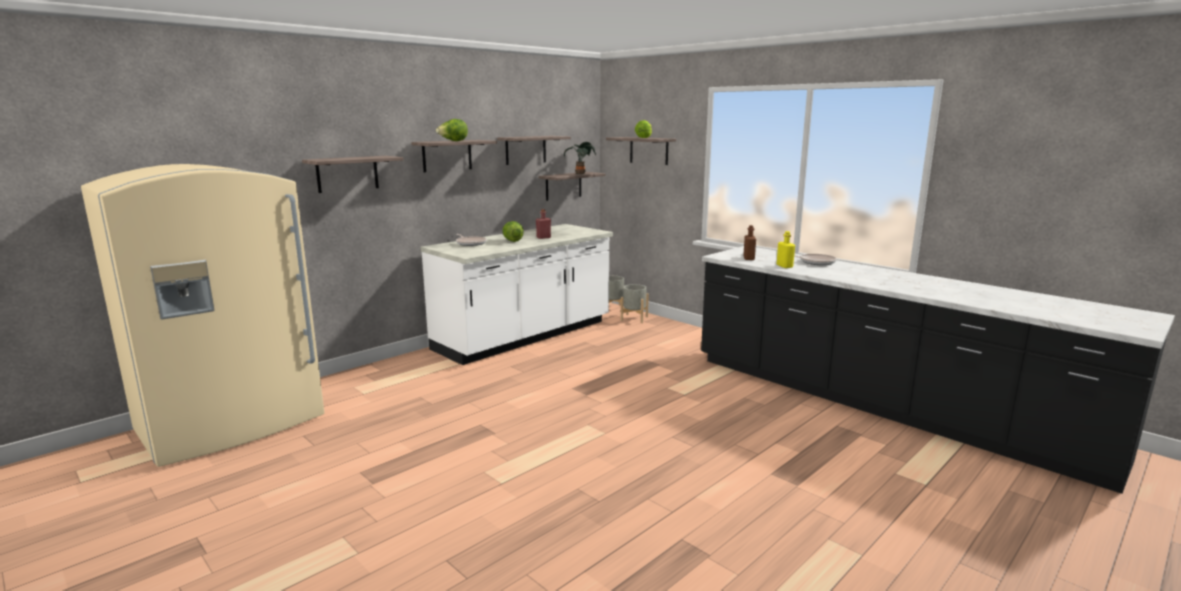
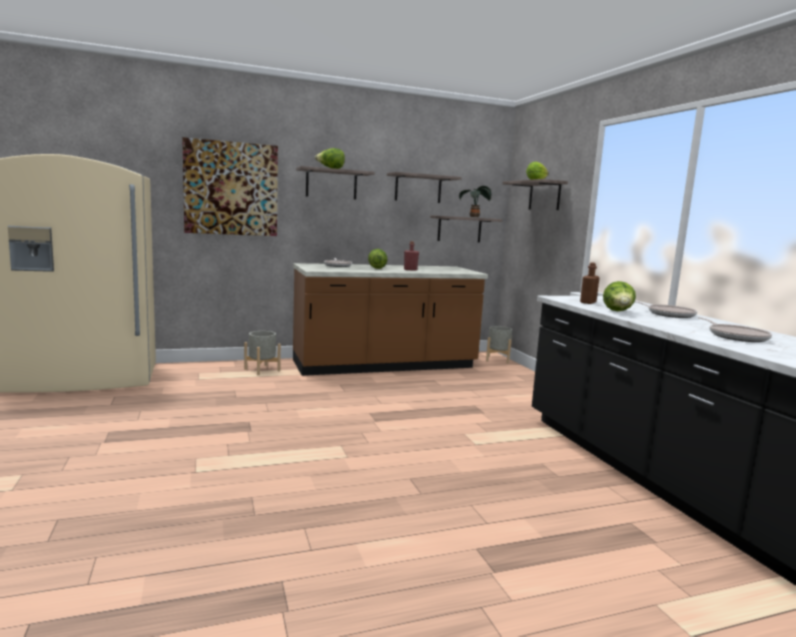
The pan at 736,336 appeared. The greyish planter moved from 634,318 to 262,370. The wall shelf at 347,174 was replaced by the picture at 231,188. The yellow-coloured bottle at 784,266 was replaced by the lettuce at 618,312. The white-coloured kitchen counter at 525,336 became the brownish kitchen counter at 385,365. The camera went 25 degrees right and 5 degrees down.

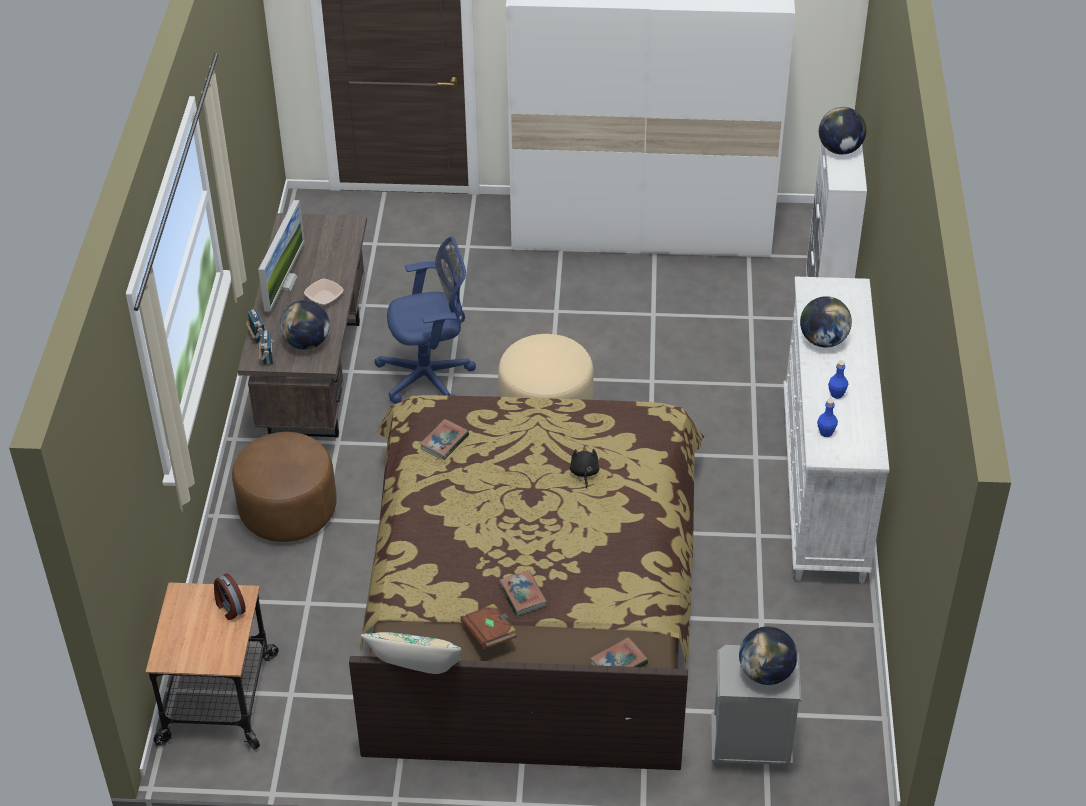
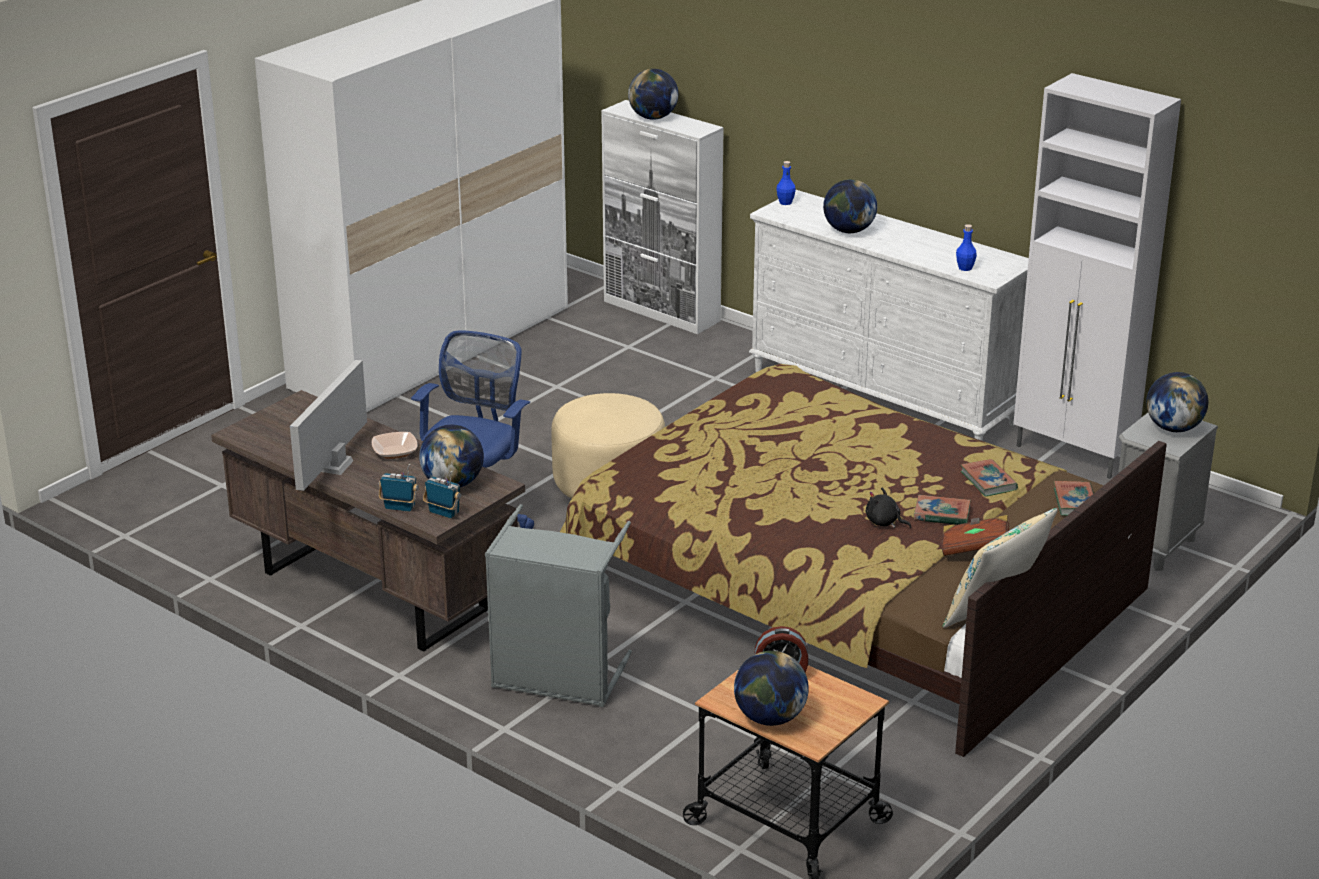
The desk globe at 770,718 appeared. The white-coloured cupboard at 1074,454 appeared. The bound book moved from 444,442 to 988,481. The blackish soft toy moved from 584,473 to 884,522. The bluish bottle moved from 836,394 to 785,202. The brownish ottoman at 288,510 was replaced by the greyish washing basket at 557,679. The computer screen at 284,282 turned 120 degrees counterclockwise. The camera went 55 degrees left and 15 degrees down.

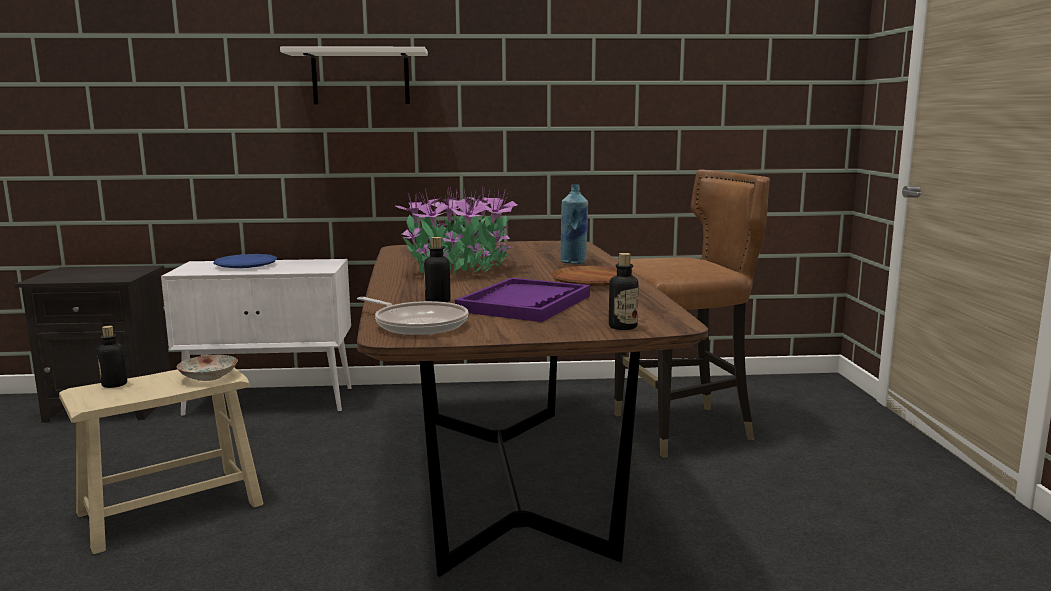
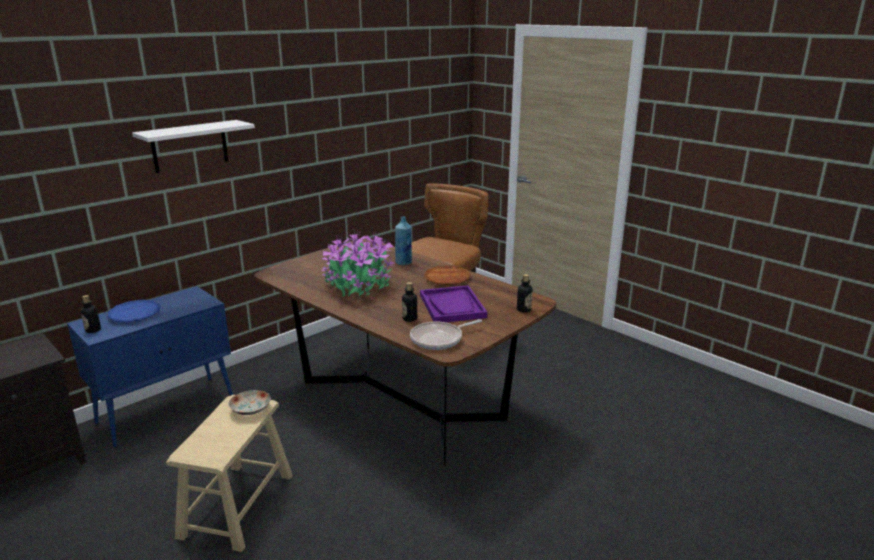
The bottle moved from 114,384 to 93,330. The white-coloured cupboard at 272,402 became the bluish cupboard at 167,409. The pan at 417,324 turned 150 degrees clockwise. The camera went 40 degrees left and 10 degrees up.

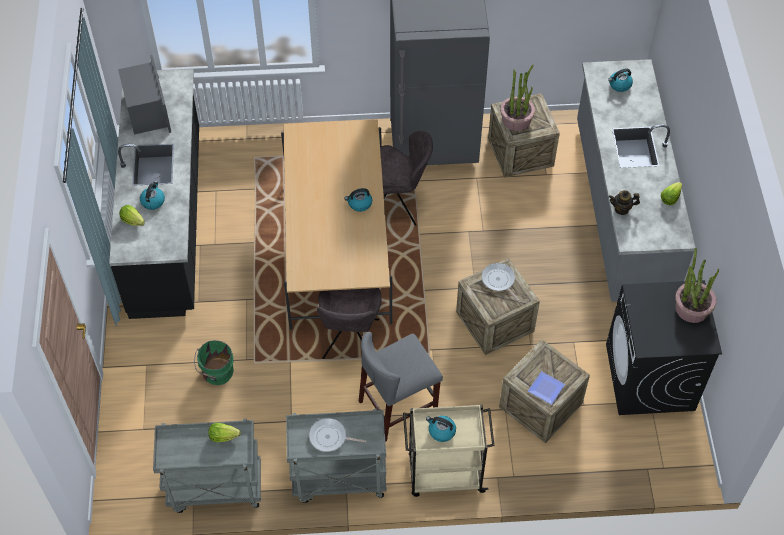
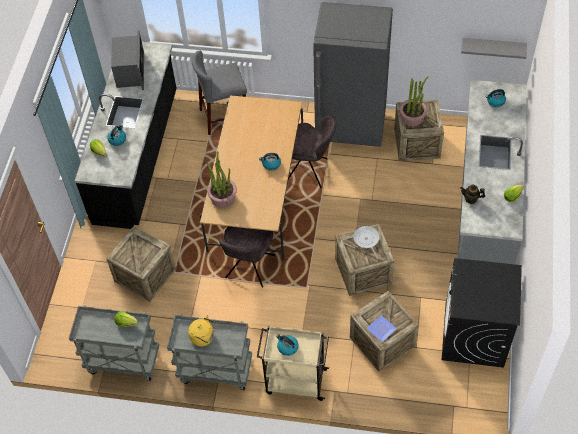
The greyish wall shelf at 493,47 appeared. The greyish sitting stool moved from 398,408 to 224,117. The plant in a pot moved from 692,308 to 223,197. The greenish pail at 217,372 was replaced by the shipping crate at 145,275. The pan at 330,437 was replaced by the yellow-coloured kettle at 204,337. The camera went 15 degrees right and 0 degrees up.

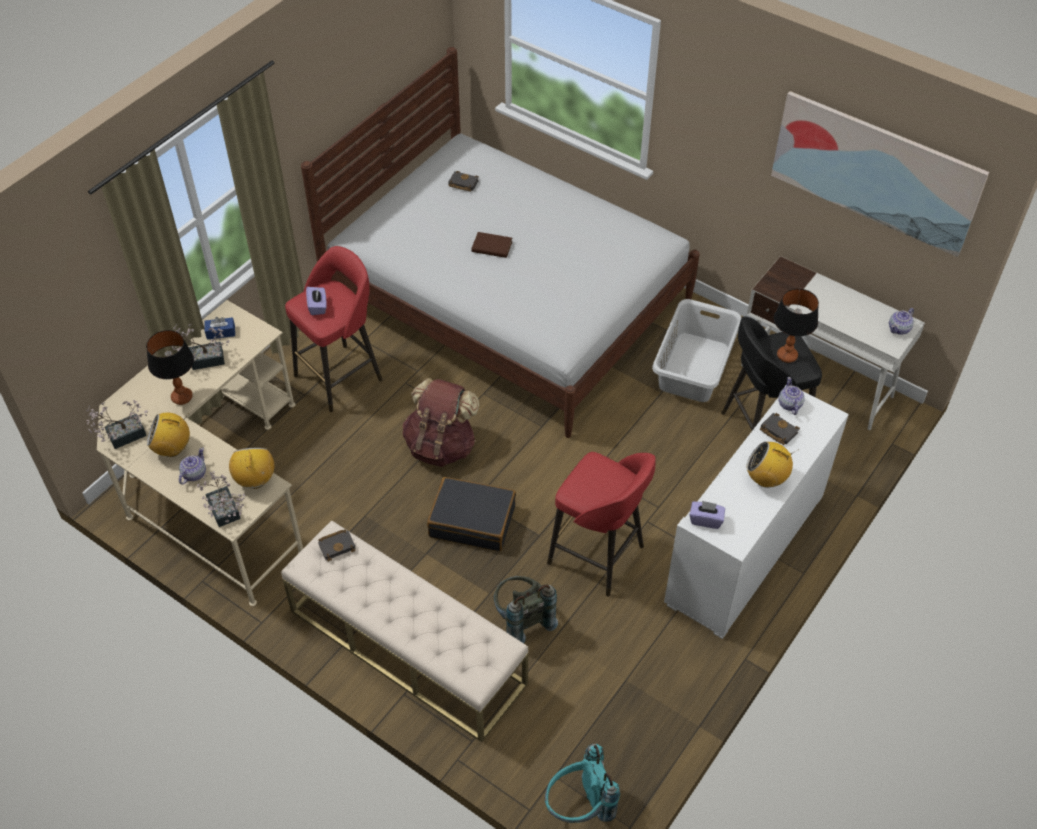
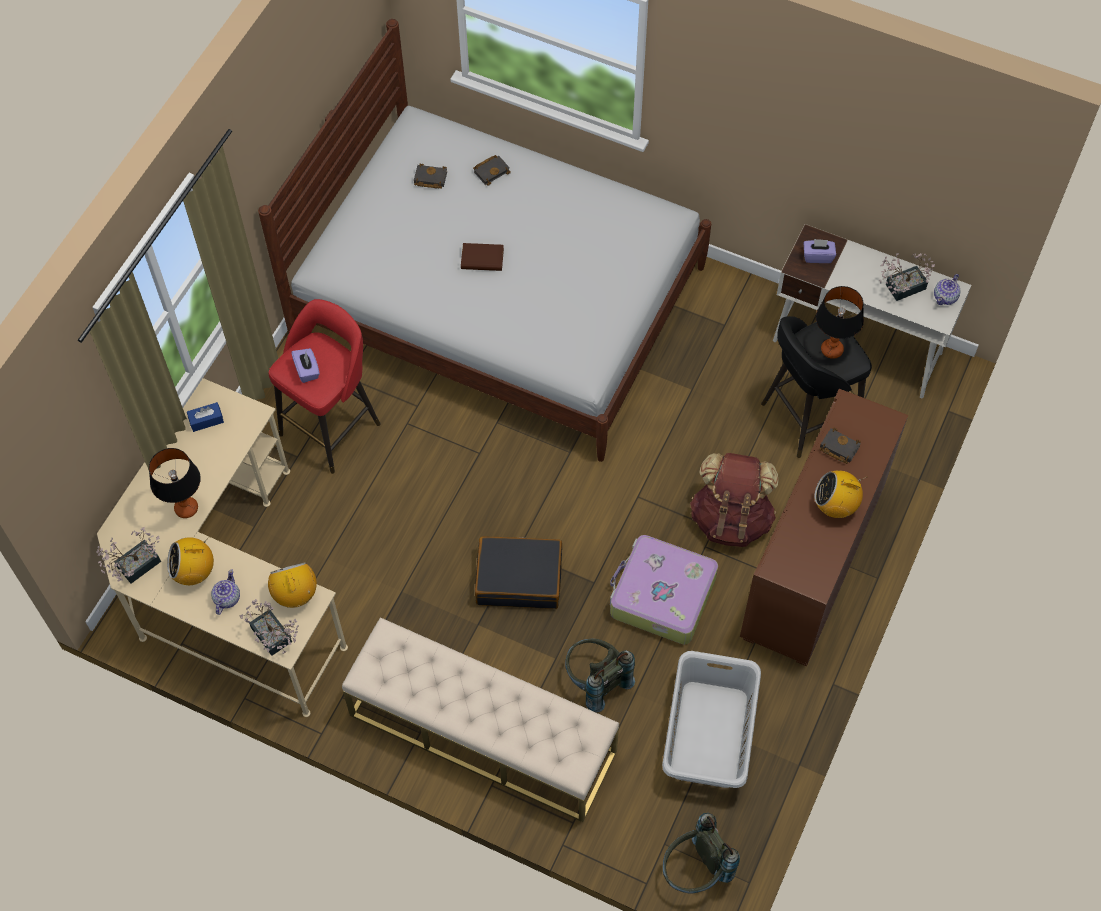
The picture at 874,172 disappeared. The teapot at 789,404 disappeared. The plant in a pot moved from 203,360 to 901,288. The blackish bound book moved from 337,545 to 492,171. The brownish knapsack moved from 441,445 to 731,519. The greyish washing basket moved from 693,367 to 708,734. The purple tissue box moved from 705,520 to 817,256. The red-coloured sitting stool at 598,556 was replaced by the travel case at 661,596. The turquoise knapsack at 579,807 became the greyish knapsack at 695,871. The white-coloured cupboard at 745,549 became the brownish cupboard at 813,560. The camera went 10 degrees left and 10 degrees up.

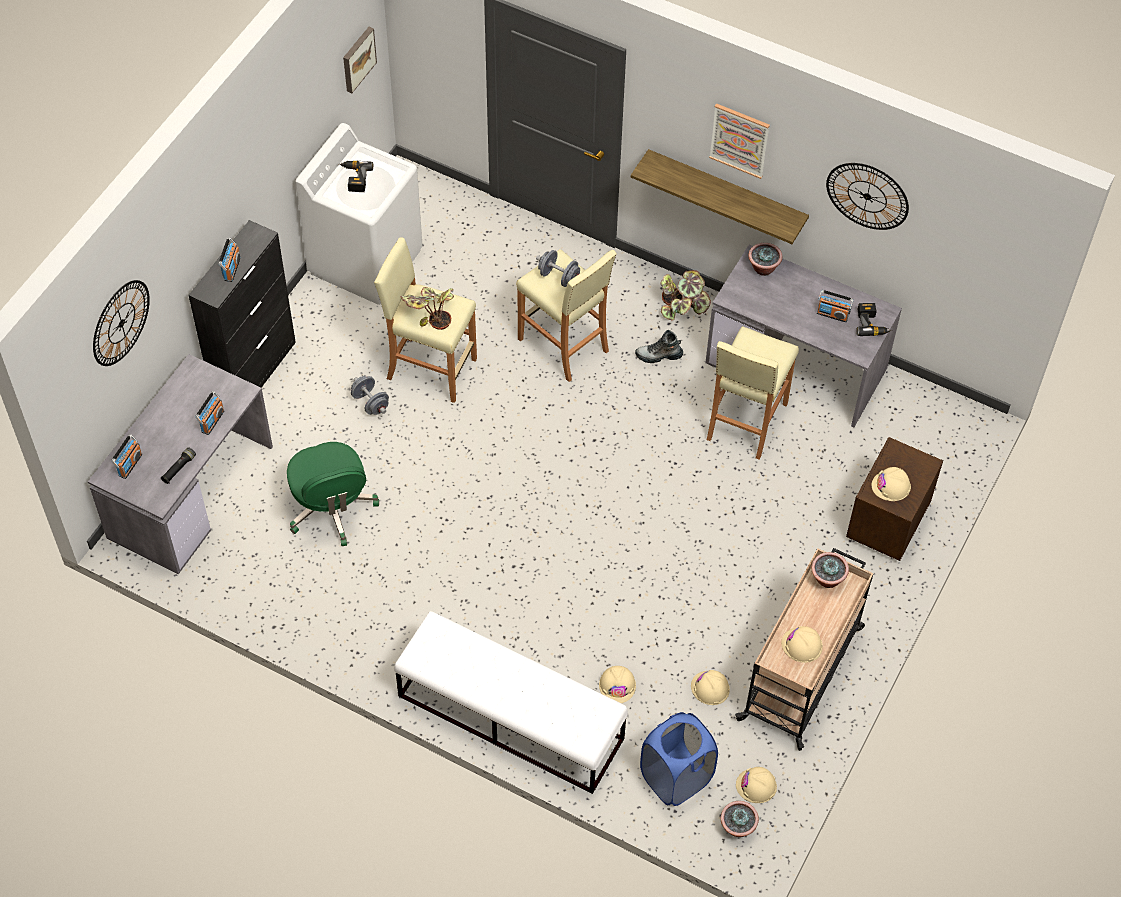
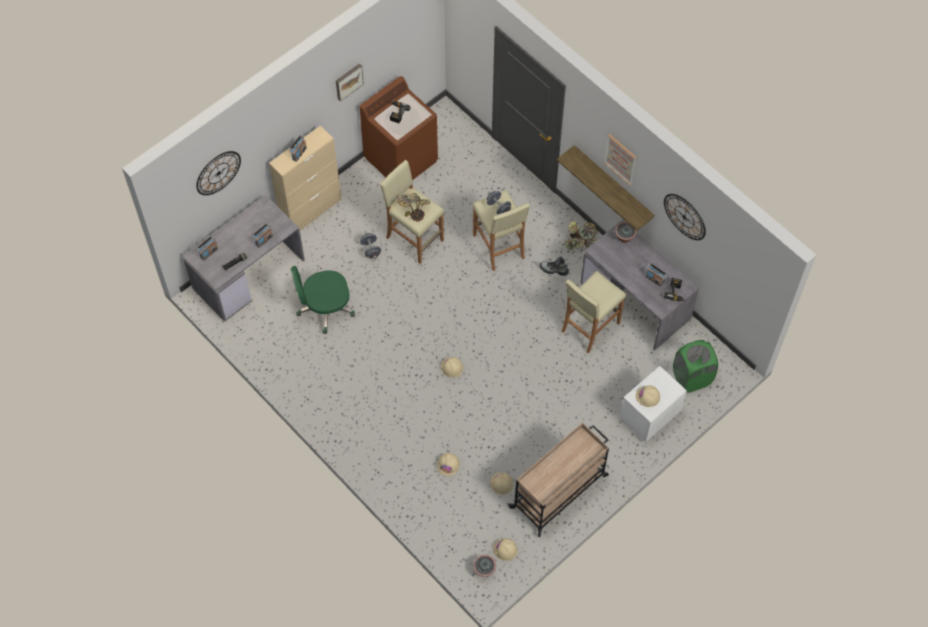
The white-coloured bench at 510,717 disappeared. The bluish washing basket at 676,778 disappeared. The plant in a pot at 827,579 disappeared. The greenish washing basket at 692,377 appeared. The picture moved from 357,59 to 348,81. The beige-coloured work helmet moved from 801,645 to 452,367. The blackish cupboard at 255,372 became the beige-coloured cupboard at 311,211. The white-coloured laundry machine at 366,261 became the brownish laundry machine at 401,159. The brownish nightstand at 885,523 became the white-coloured nightstand at 648,416. The greenish office chair at 331,508 turned 75 degrees clockwise. The camera went 20 degrees right and 5 degrees up.

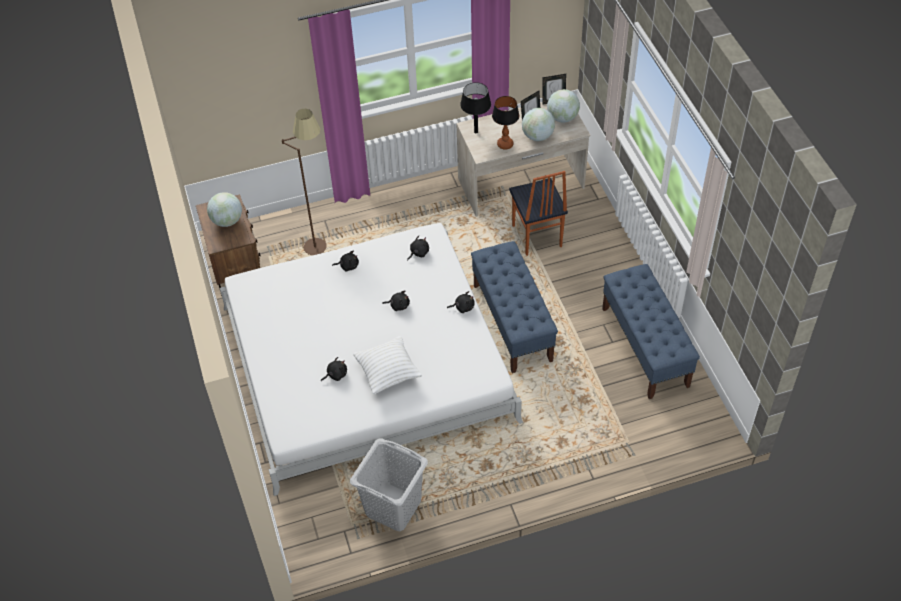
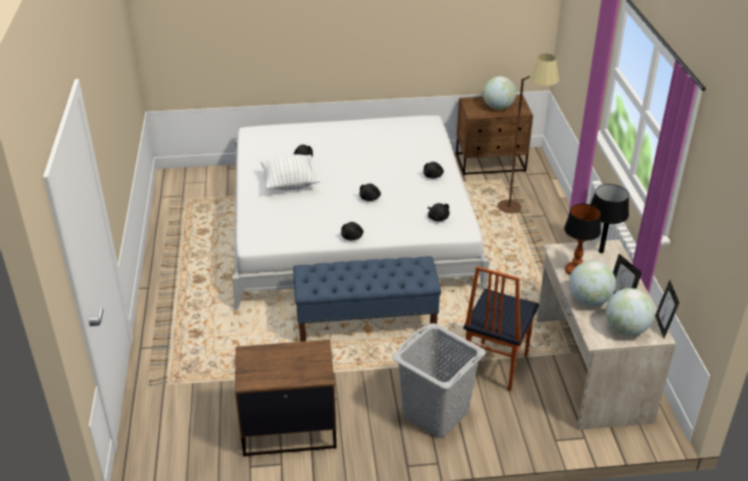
The greyish washing basket moved from 393,507 to 435,413. The bluish bench at 645,347 was replaced by the brownish nightstand at 288,429. The plain chair at 536,236 turned 60 degrees counterclockwise. The camera went 100 degrees right and 15 degrees down.

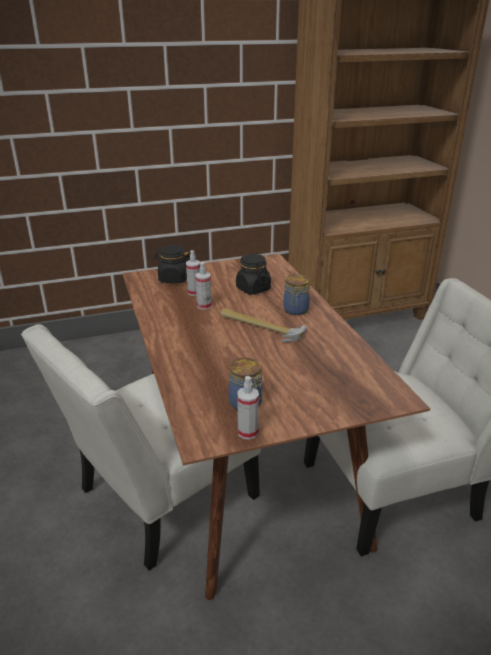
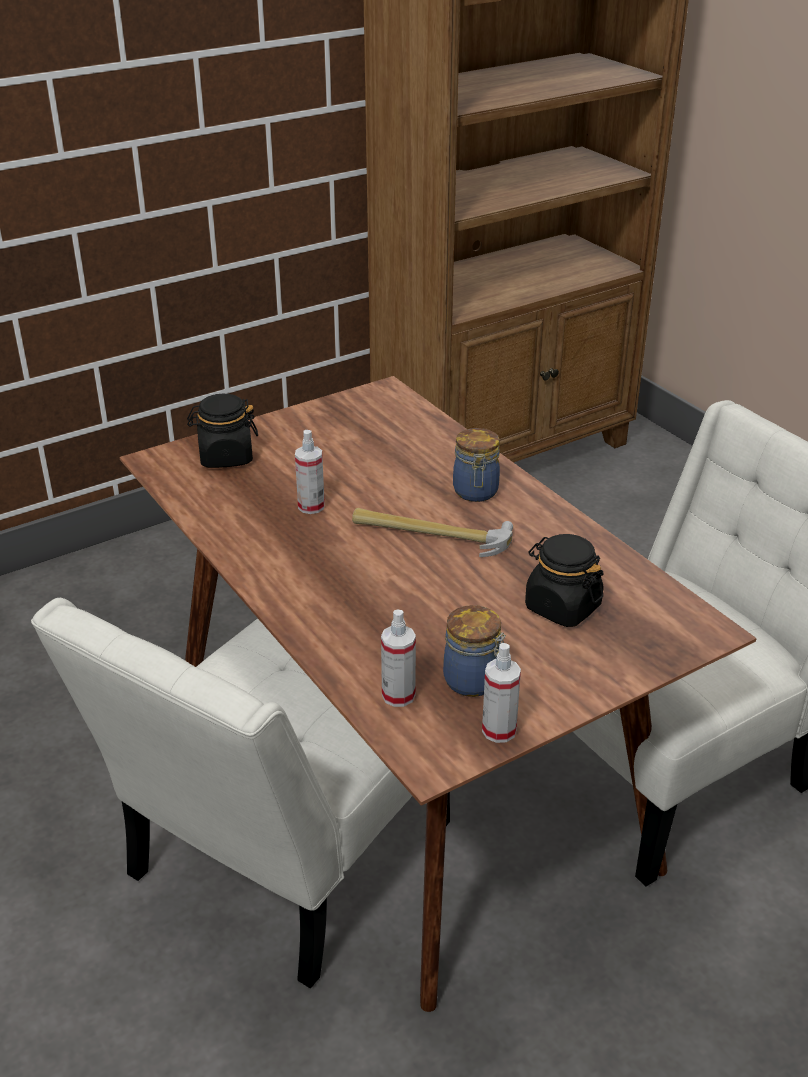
The hand sprayer moved from 194,292 to 398,695. The blackish preserve jar moved from 253,289 to 562,607. The camera went 15 degrees left and 5 degrees up.

